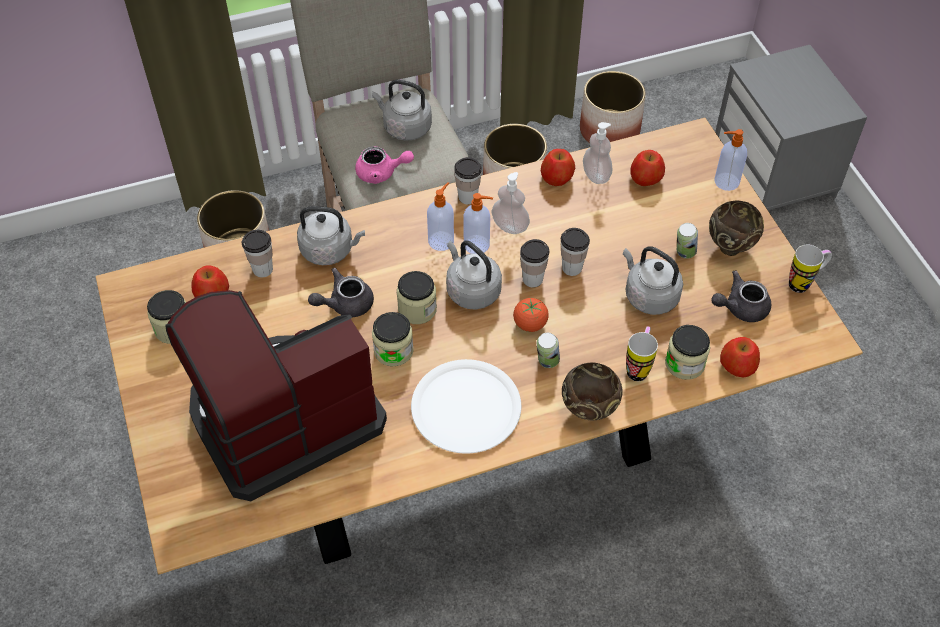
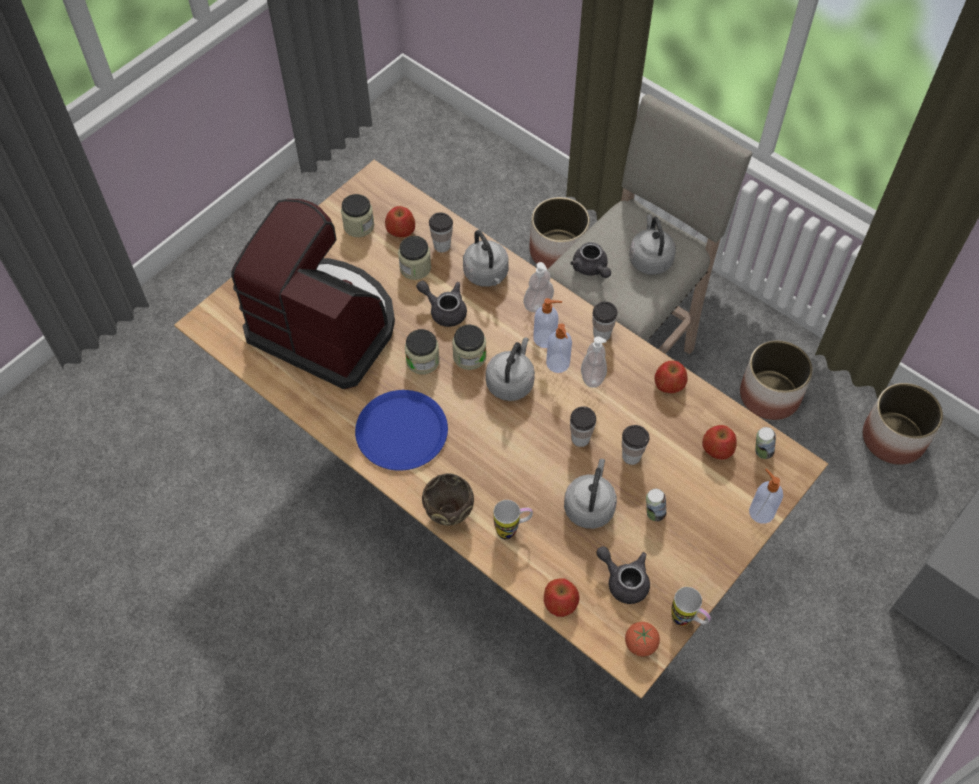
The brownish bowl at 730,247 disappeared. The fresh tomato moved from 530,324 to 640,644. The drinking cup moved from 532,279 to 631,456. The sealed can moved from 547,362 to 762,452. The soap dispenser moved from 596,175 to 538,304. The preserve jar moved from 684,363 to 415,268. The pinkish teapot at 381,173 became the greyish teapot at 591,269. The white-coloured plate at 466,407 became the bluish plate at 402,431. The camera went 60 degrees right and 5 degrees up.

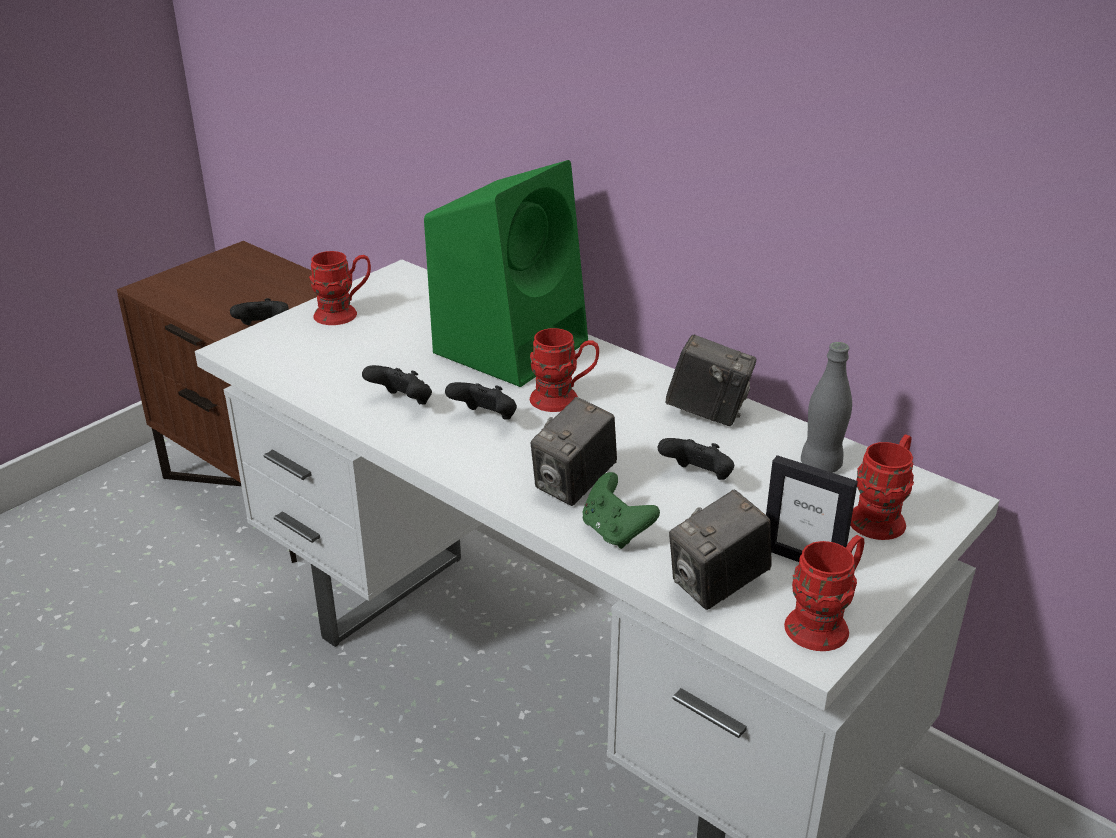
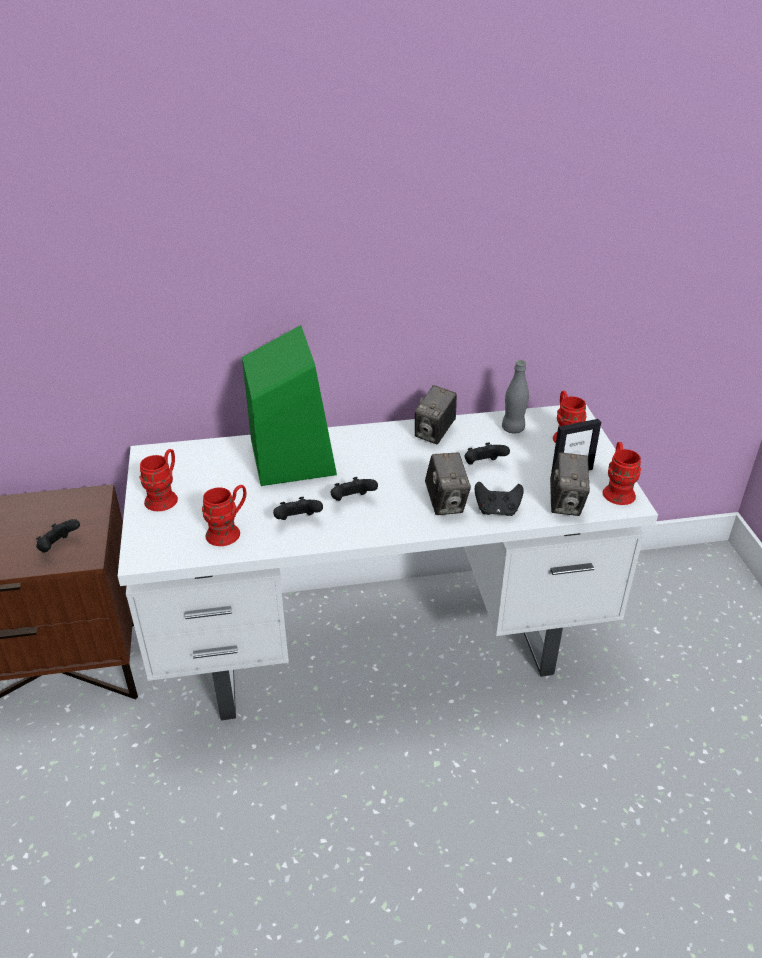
The red-coloured coffee mug moved from 563,399 to 228,531. The greenish gamepad at 615,532 became the blackish gamepad at 497,510. The photo camera at 708,412 turned 150 degrees clockwise. The camera went 50 degrees left and 5 degrees up.

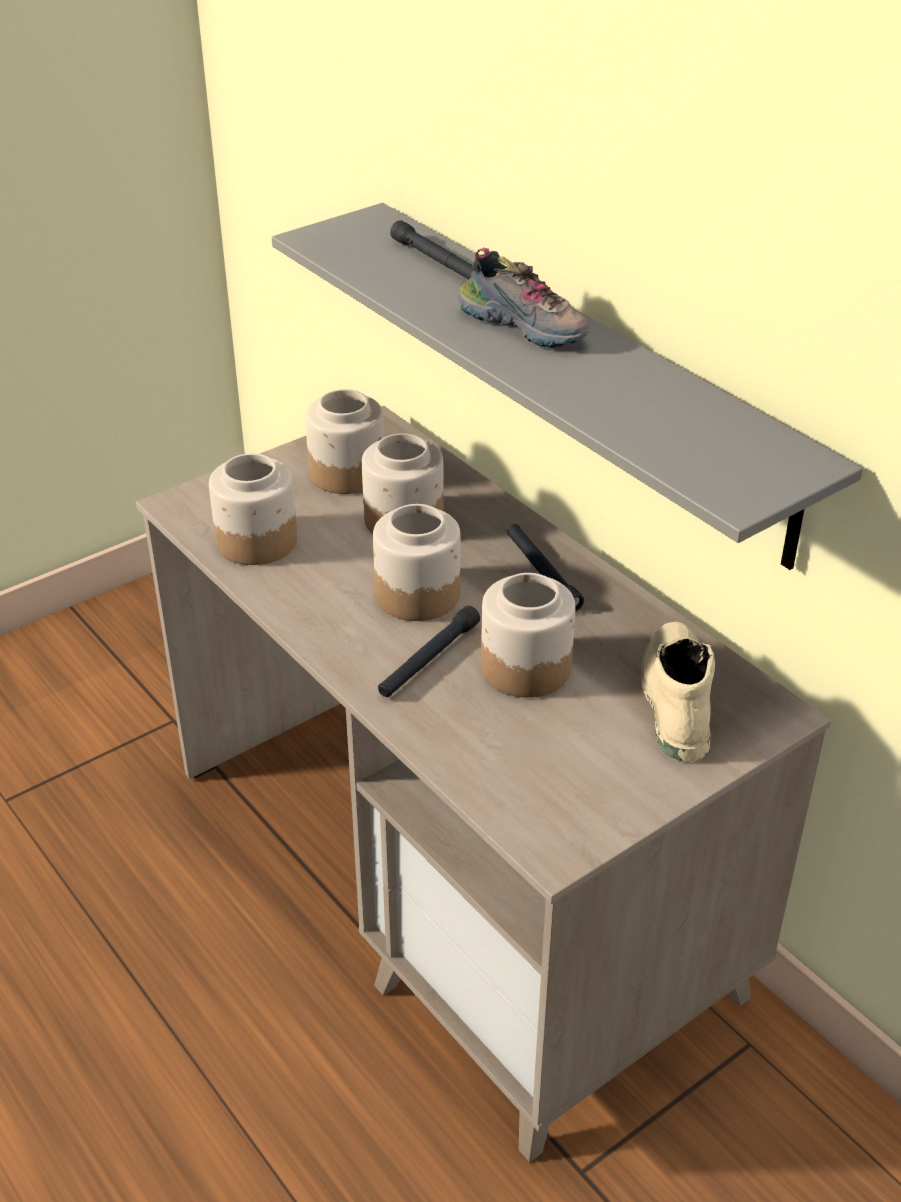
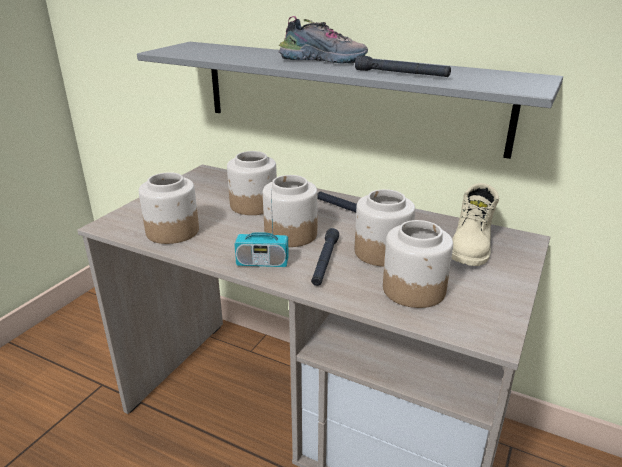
The radio at 262,262 appeared. The preserve jar moved from 348,473 to 414,289. The blackish flashlight moved from 437,262 to 401,74. The beige-coloured high-top boot at 673,700 turned 135 degrees counterclockwise. The camera went 25 degrees left and 10 degrees down.

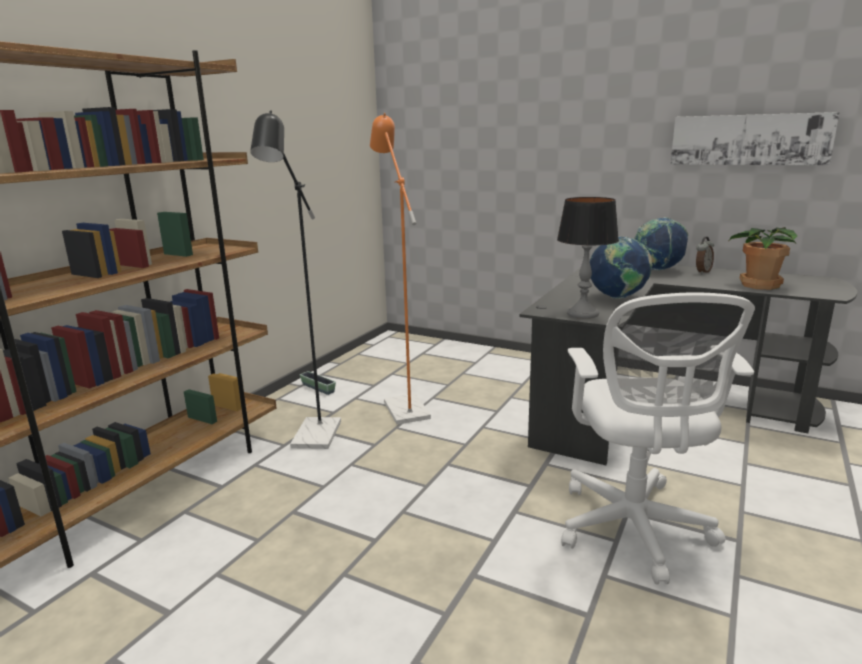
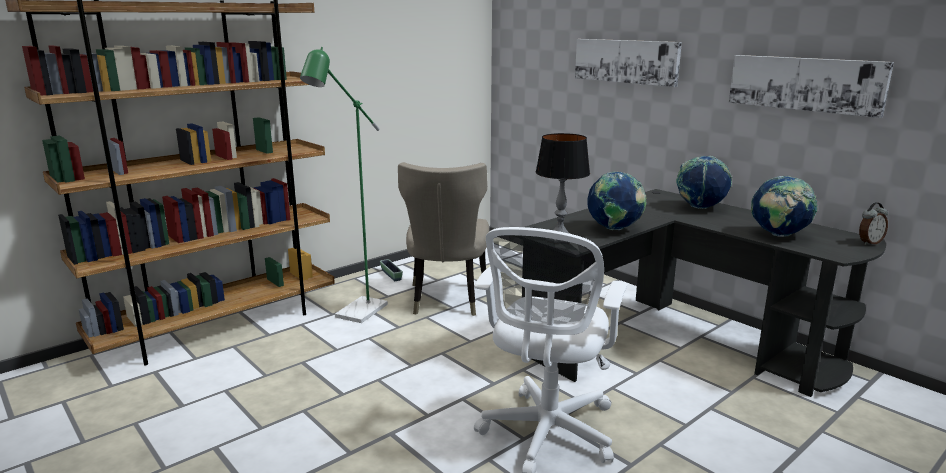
The picture at 626,61 appeared. The table clock moved from 702,272 to 869,242. The orange-coloured standard lamp at 403,405 was replaced by the beige-coloured plain chair at 446,301. The plant in a pot at 758,285 was replaced by the desk globe at 778,235. The blackish standard lamp at 314,440 became the greenish standard lamp at 356,314. The camera went 20 degrees right and 0 degrees up.

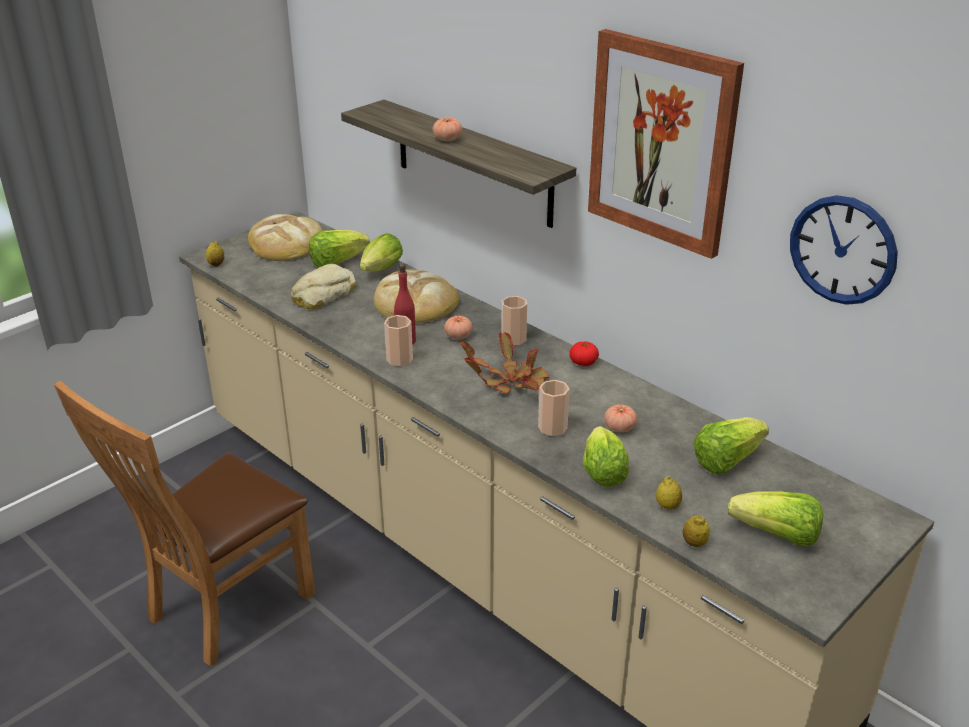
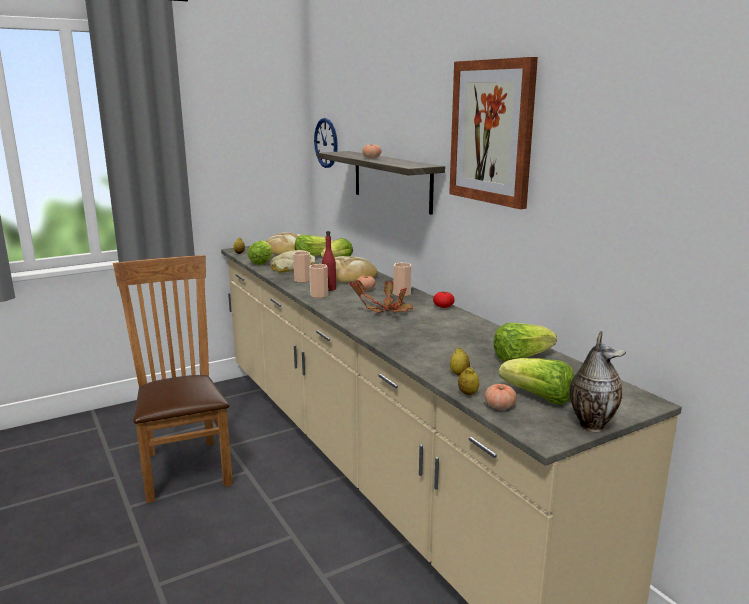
The decorative vase at 591,425 appeared. The drinking cup moved from 552,427 to 302,280. The lettuce moved from 602,470 to 262,262. The fresh tomato moved from 619,427 to 499,406. The hanging clock moved from 842,250 to 326,143. The brownish plain chair at 222,609 turned 105 degrees clockwise. The camera went 15 degrees right and 15 degrees down.

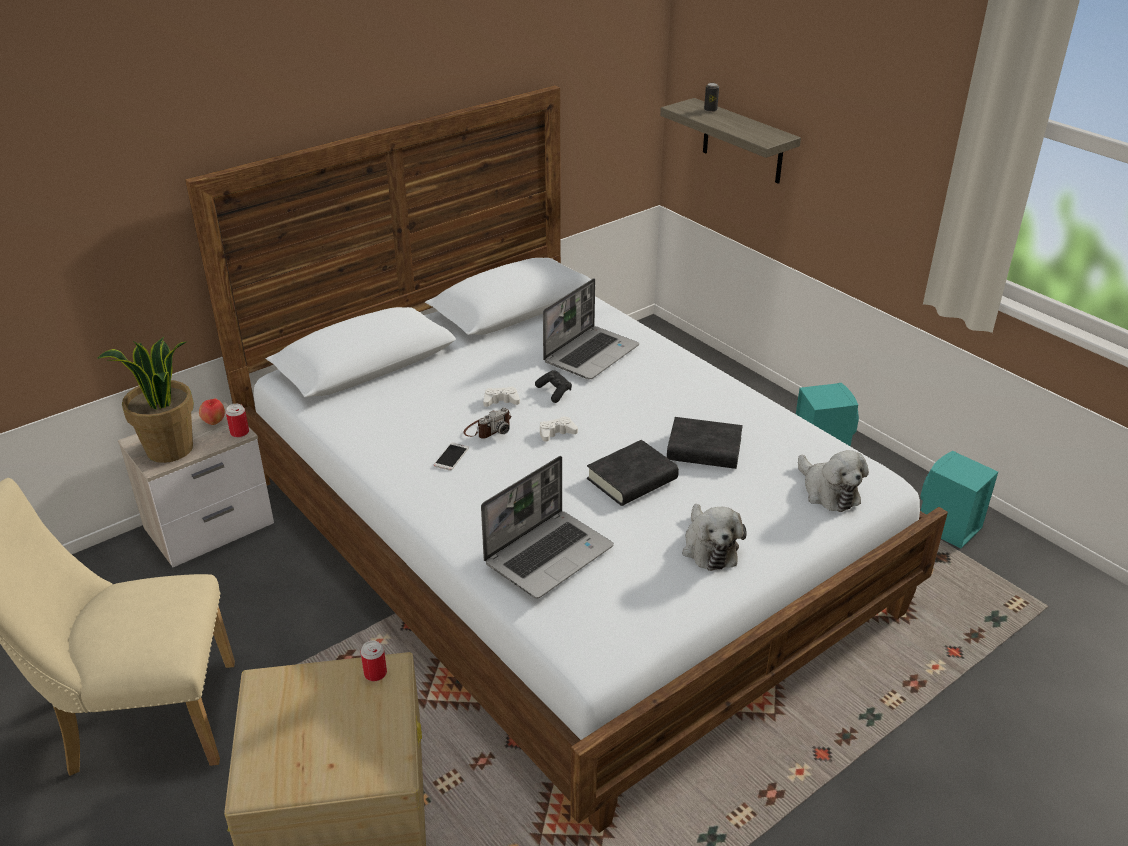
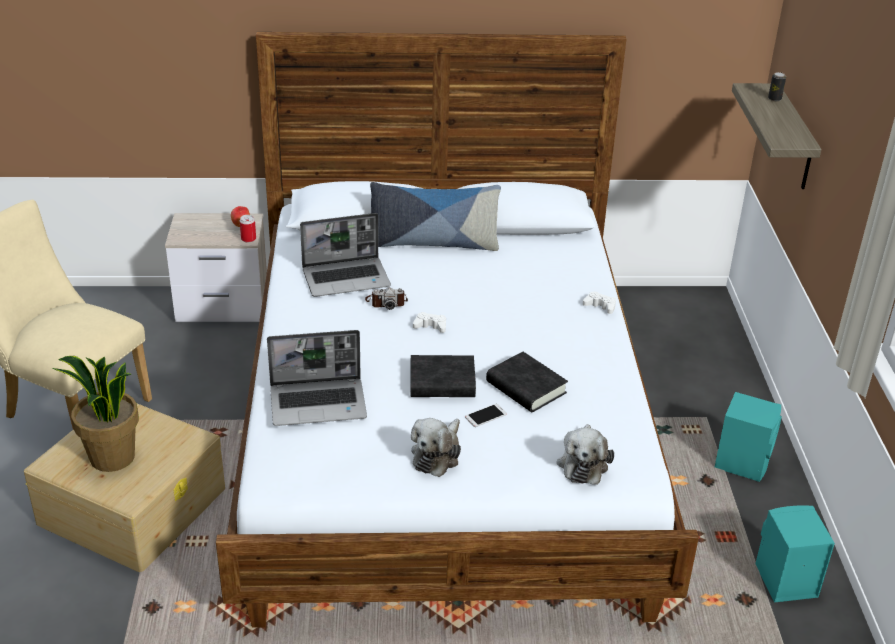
The sealed can at 375,673 disappeared. The blackish gamepad at 554,392 disappeared. The throw pillow at 433,243 appeared. The plant in a pot moved from 169,450 to 111,458. The phone moved from 451,457 to 485,416. The white-coloured gamepad moved from 501,401 to 600,306. The portable computer moved from 591,354 to 347,278. The camera went 35 degrees right and 0 degrees up.

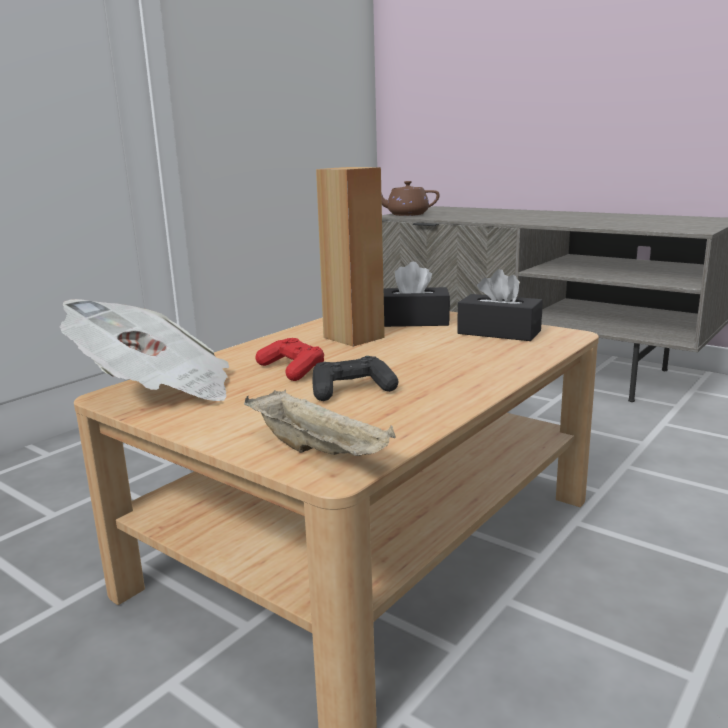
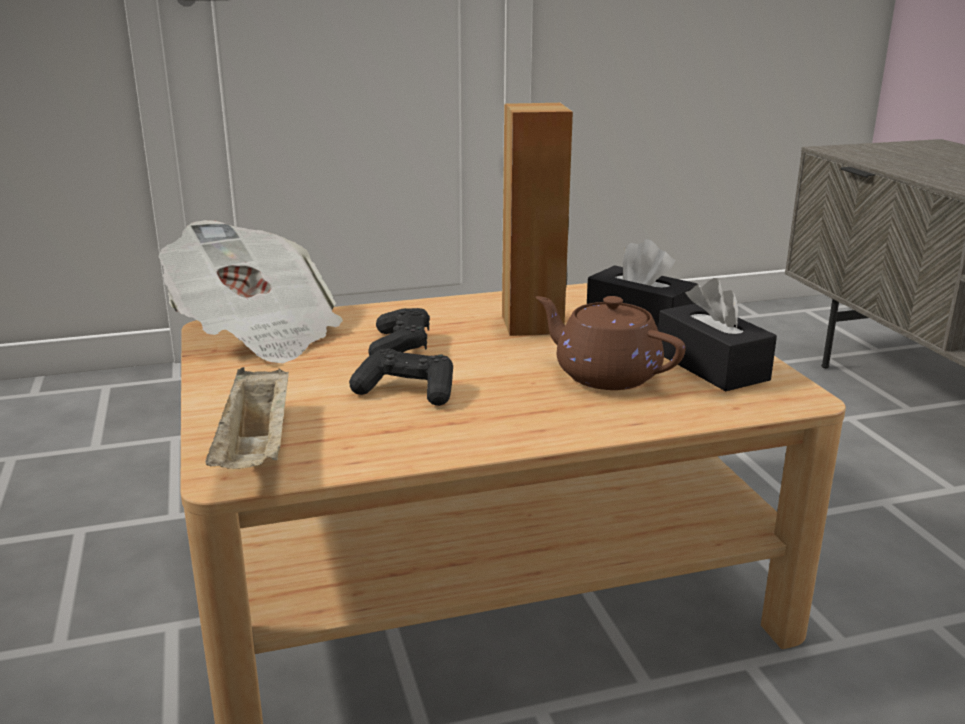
The brownish teapot moved from 406,214 to 605,375. The red-coloured gamepad at 292,369 became the blackish gamepad at 400,346. The camera went 35 degrees right and 5 degrees up.

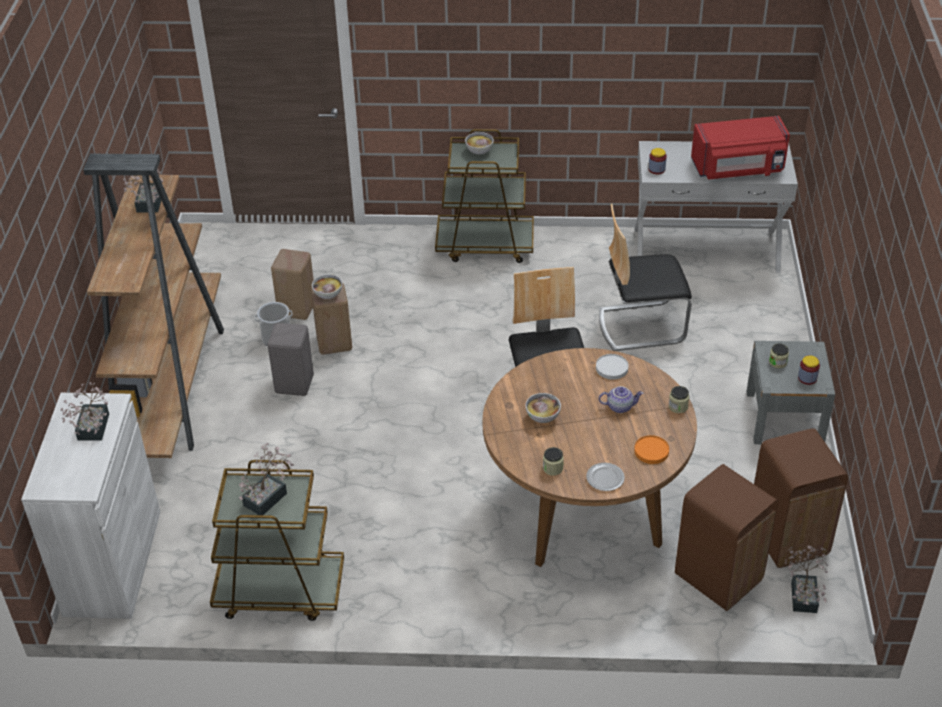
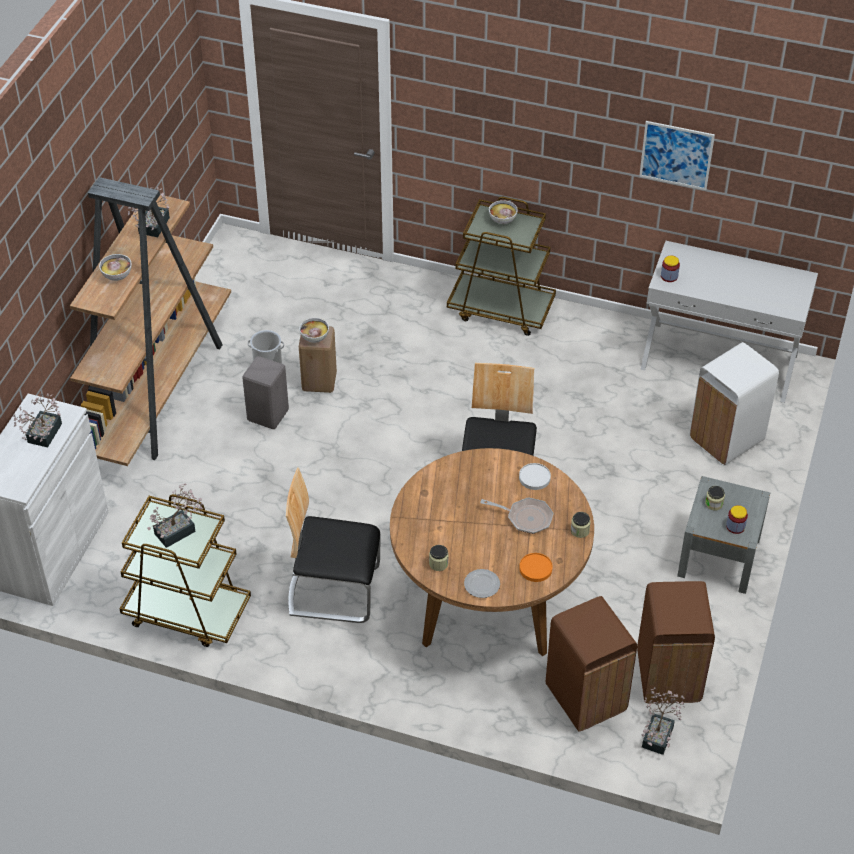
The beige-coloured sitting stool at 296,309 disappeared. The red-coloured microwave at 738,169 disappeared. The picture at 676,155 appeared. The white-coloured waste bin at 727,439 appeared. The bowl moved from 543,417 to 117,276. The plain chair moved from 641,325 to 334,590. The teapot at 620,406 was replaced by the pan at 525,518. The camera went 15 degrees right and 5 degrees up.

